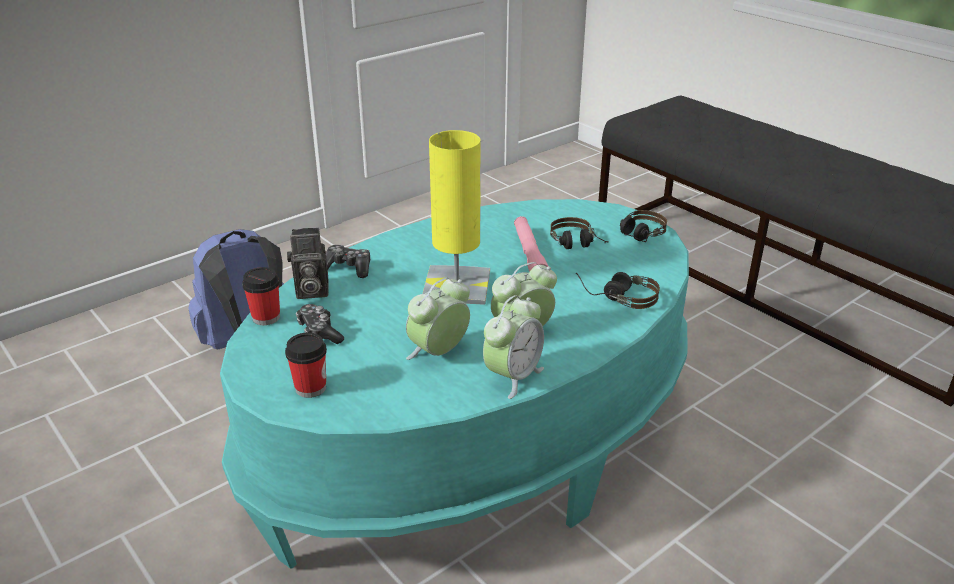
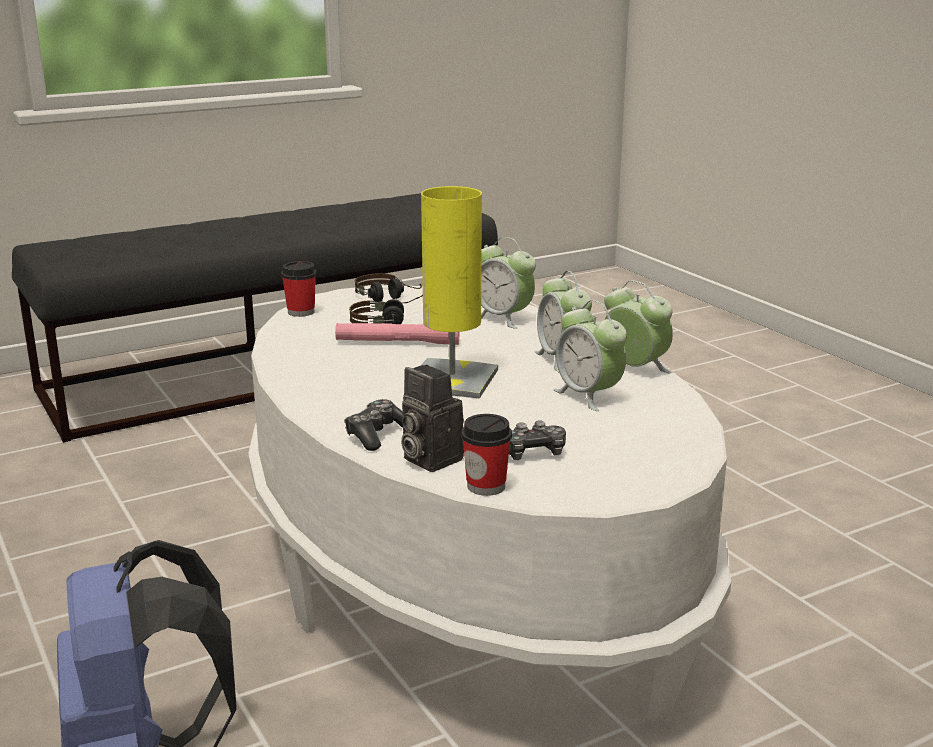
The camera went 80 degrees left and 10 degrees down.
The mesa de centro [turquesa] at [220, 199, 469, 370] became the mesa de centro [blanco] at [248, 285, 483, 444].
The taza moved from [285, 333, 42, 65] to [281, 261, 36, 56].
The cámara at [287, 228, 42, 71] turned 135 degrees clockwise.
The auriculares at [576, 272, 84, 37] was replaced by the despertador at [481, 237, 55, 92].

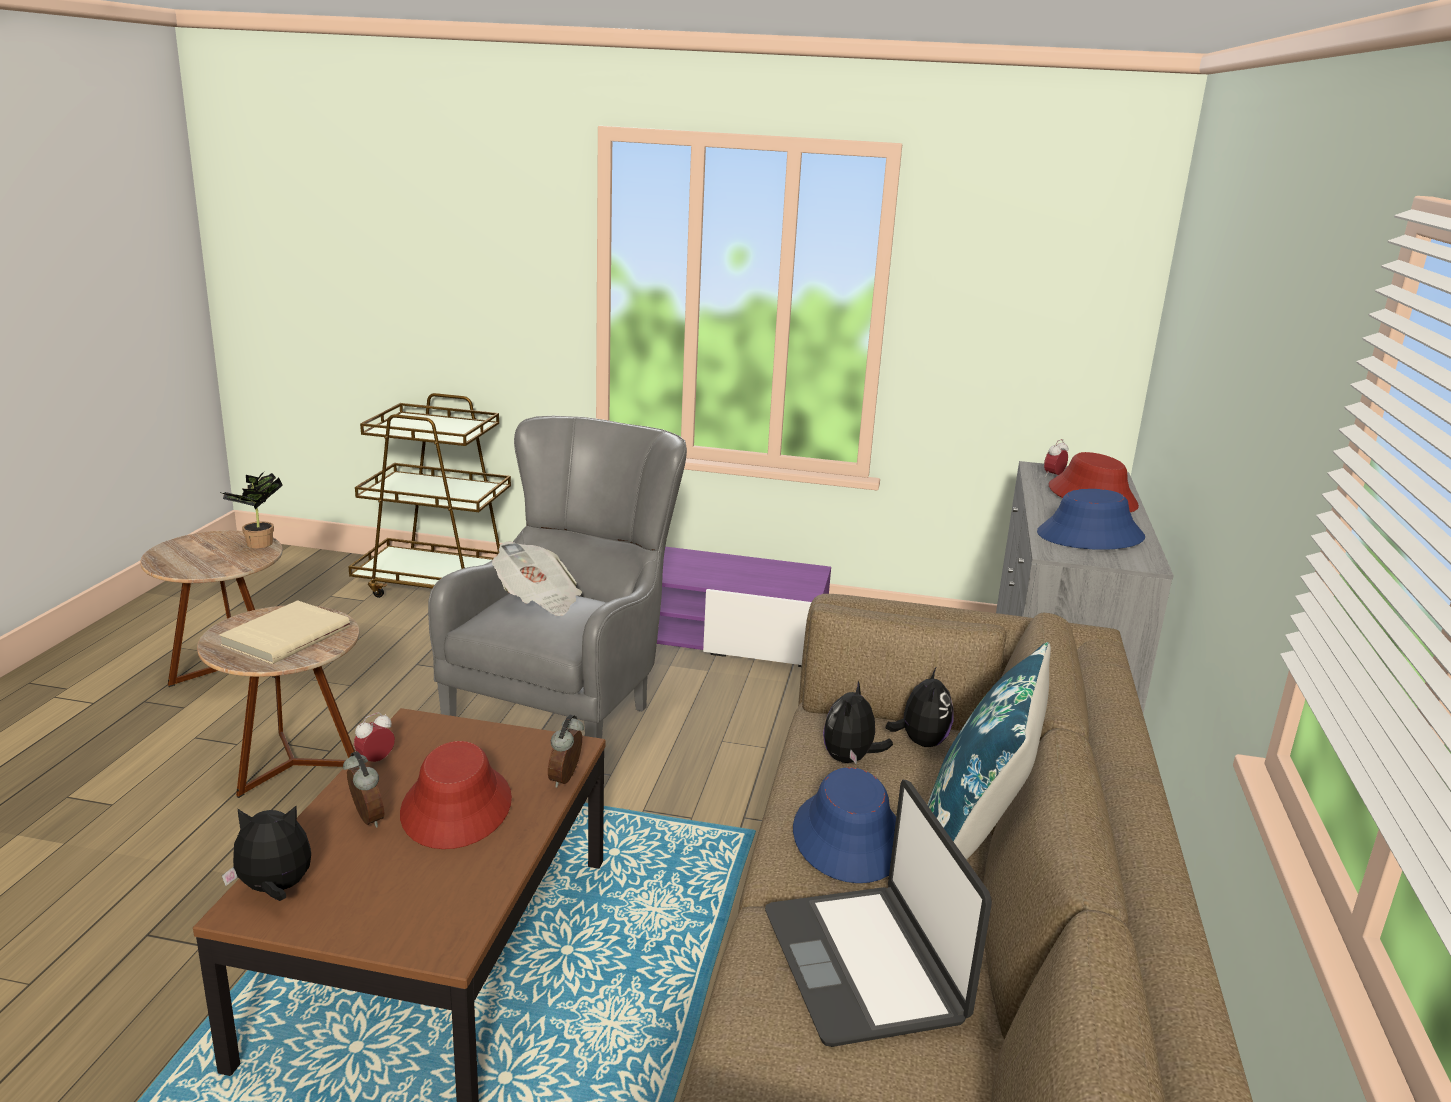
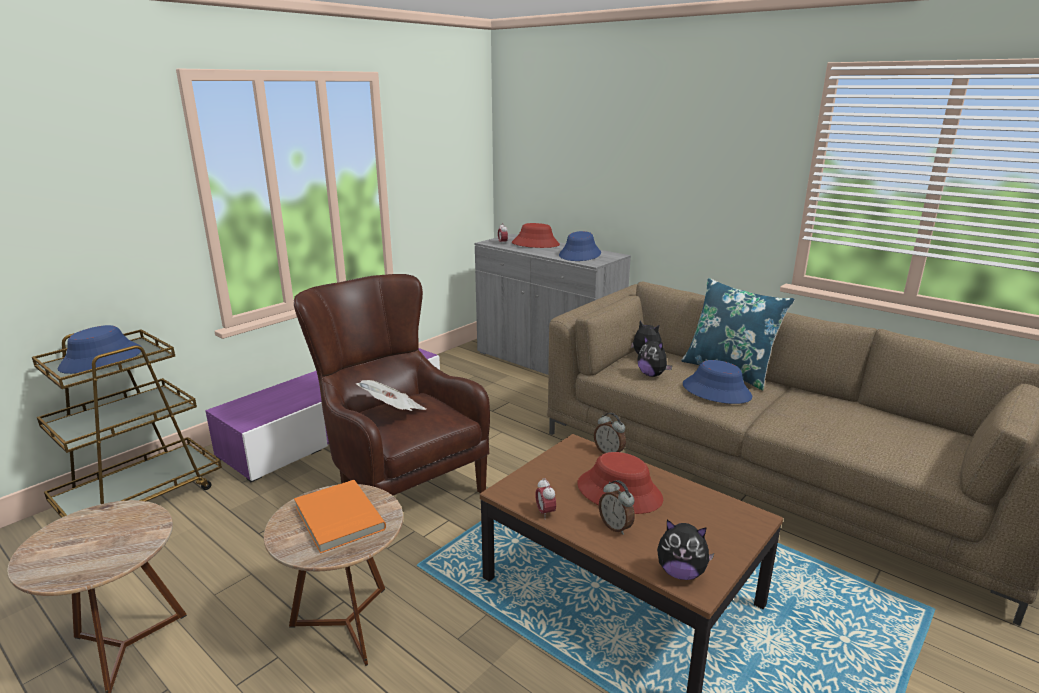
The camera went 60 degrees left and 0 degrees up.
The planta en maceta at [219, 472, 64, 76] disappeared.
The libro [beis] at [220, 600, 130, 64] became the libro [naranja] at [294, 480, 92, 74].
The peluche at [222, 806, 89, 95] turned 90 degrees counterclockwise.
The despertador at [343, 751, 41, 77] turned 120 degrees counterclockwise.
The sillón [gris] at [428, 416, 259, 323] became the sillón [marrón] at [294, 274, 196, 222].
The portátil at [765, 780, 227, 267] disappeared.
The sombrero [azul] at [57, 325, 85, 49] appeared.

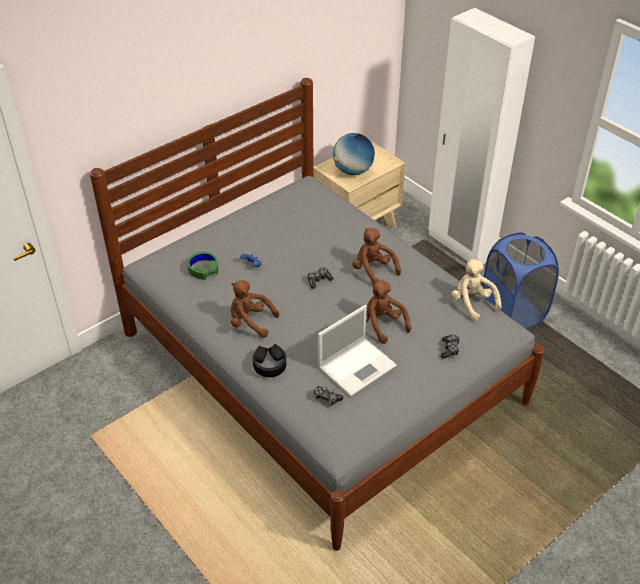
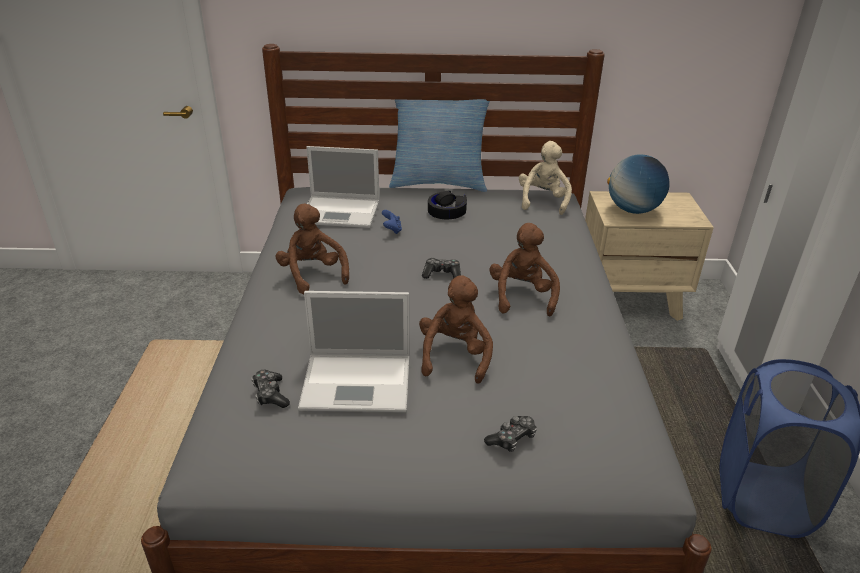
The camera went 40 degrees right and 10 degrees down.
The auriculares [verde] at [187, 252, 31, 28] was replaced by the portátil at [306, 146, 73, 82].
The auriculares [negro] moved from [253, 344, 33, 33] to [428, 191, 39, 28].
The peluche [beis] moved from [451, 259, 51, 62] to [519, 141, 53, 74].
The cojín at [389, 99, 101, 93] appeared.

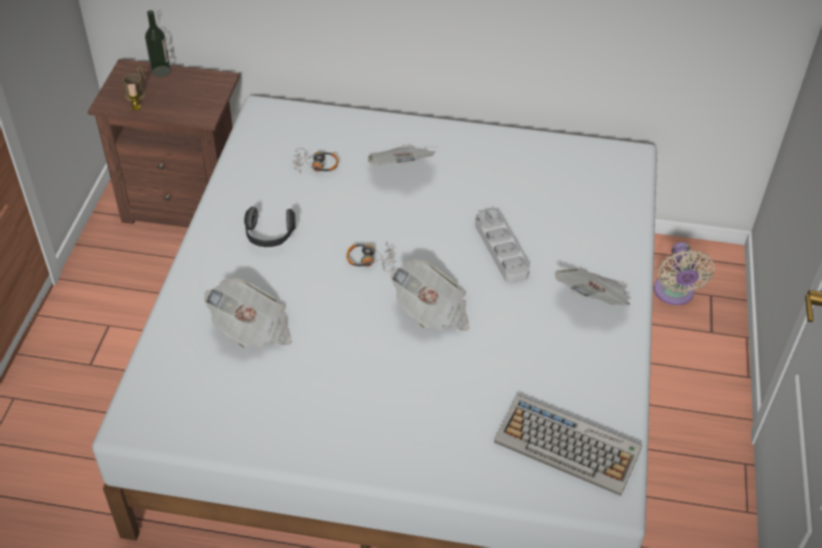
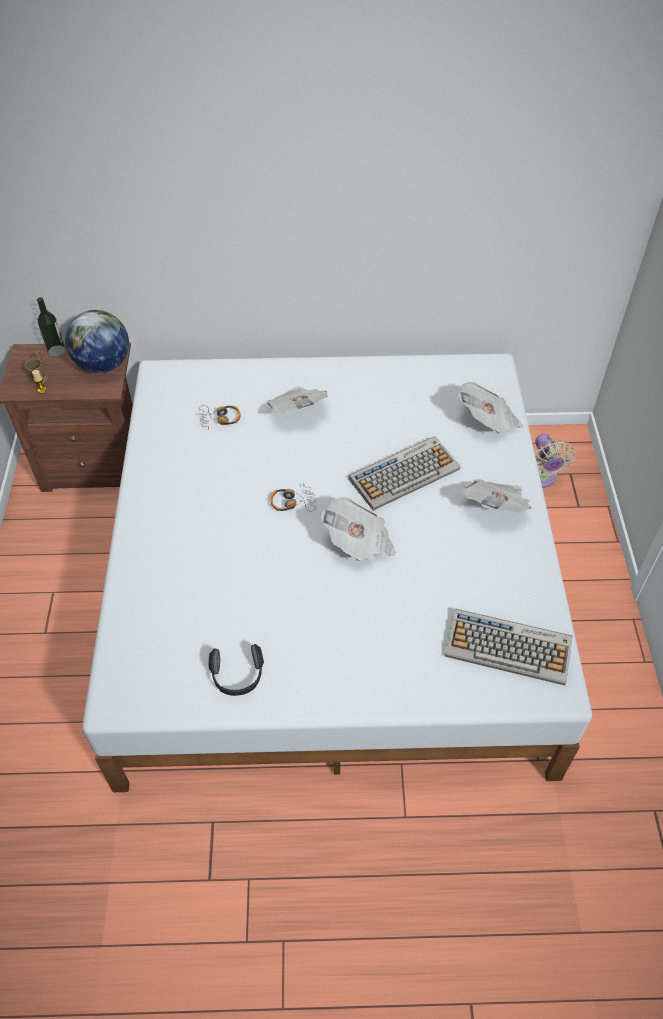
The camera went 10 degrees left and 5 degrees up.
The periódico moved from [204, 278, 88, 71] to [457, 382, 66, 50].
The auriculares moved from [244, 207, 52, 40] to [208, 644, 56, 52].
The bandeja [gris] at [475, 210, 55, 73] was replaced by the teclado at [349, 436, 111, 75].
The globo terráqueo at [65, 310, 64, 63] appeared.

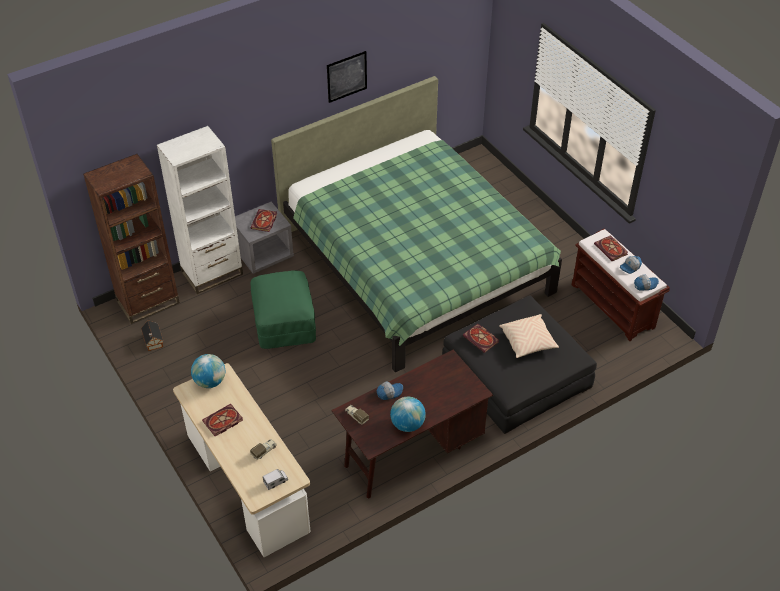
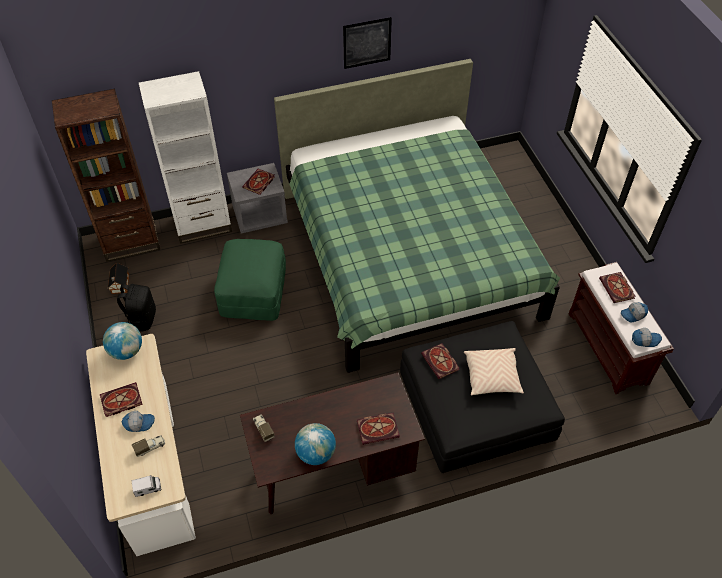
The camera went 15 degrees right and 5 degrees up.
The gorra moved from [377, 381, 26, 19] to [121, 411, 34, 21].
The mochila [negro] at [117, 284, 39, 48] appeared.
The libro at [357, 413, 43, 32] appeared.

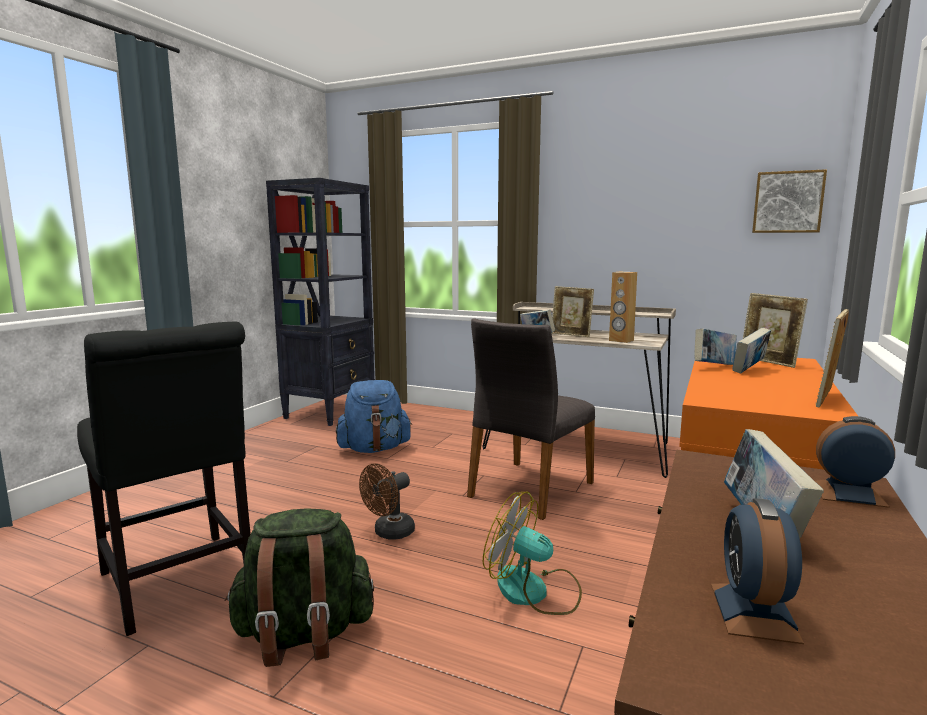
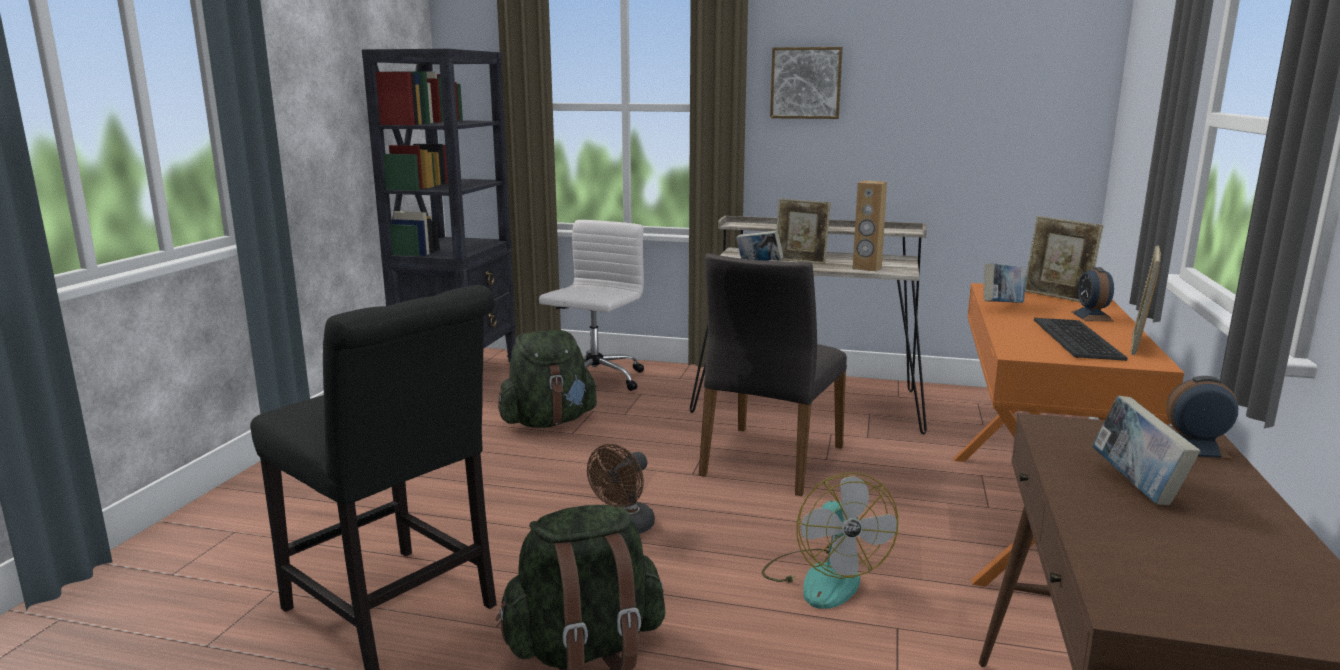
The camera went 10 degrees left and 5 degrees up.
The mochila [azul] at [336, 380, 76, 73] became the mochila [verde] at [498, 330, 100, 98].
The ventilador at [483, 491, 99, 124] turned 120 degrees counterclockwise.
The despertador moved from [711, 498, 93, 146] to [1071, 267, 43, 54].
The libro at [732, 328, 39, 45] disappeared.
The cuadro moved from [752, 169, 75, 64] to [770, 47, 73, 72].
The silla de oficina [blanco] at [539, 220, 105, 171] appeared.
The teclado at [1034, 318, 93, 43] appeared.

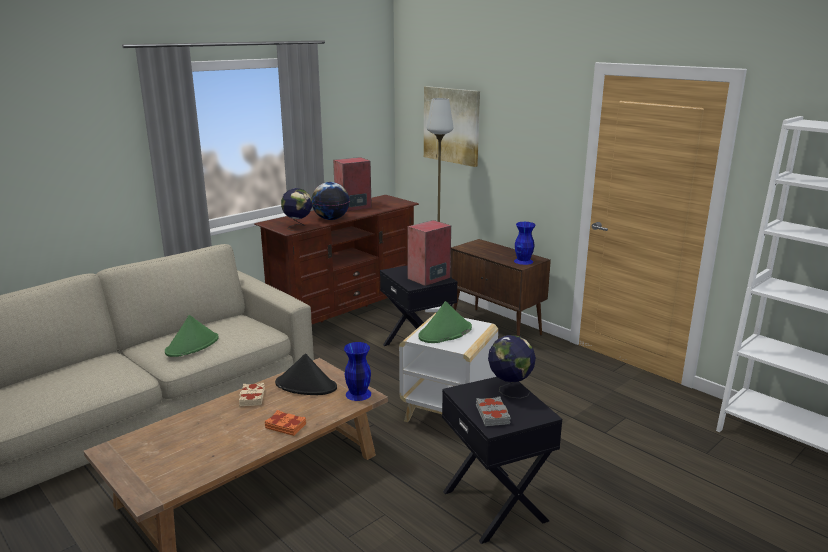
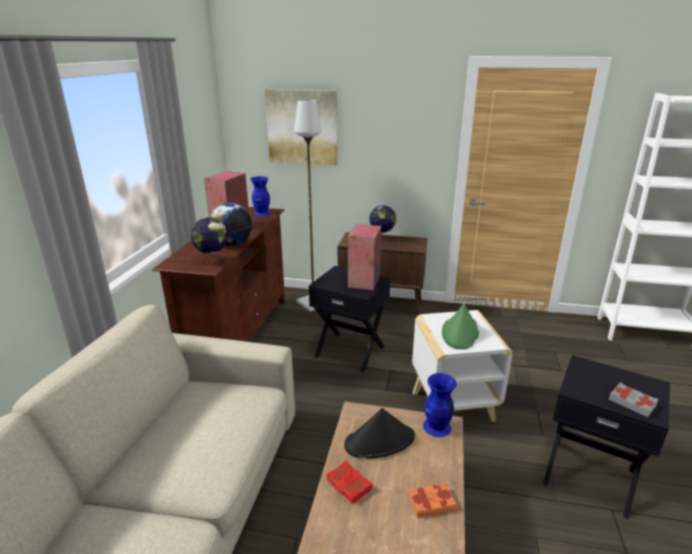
The camera went 35 degrees left and 5 degrees up.
The sombrero [verde] at [165, 315, 54, 42] disappeared.
The libro [beis] at [239, 383, 26, 23] became the libro [rojo] at [327, 461, 45, 43].
The globo terráqueo moved from [488, 335, 48, 64] to [369, 205, 27, 36].
The florero [azul] moved from [514, 222, 22, 43] to [250, 176, 21, 40].

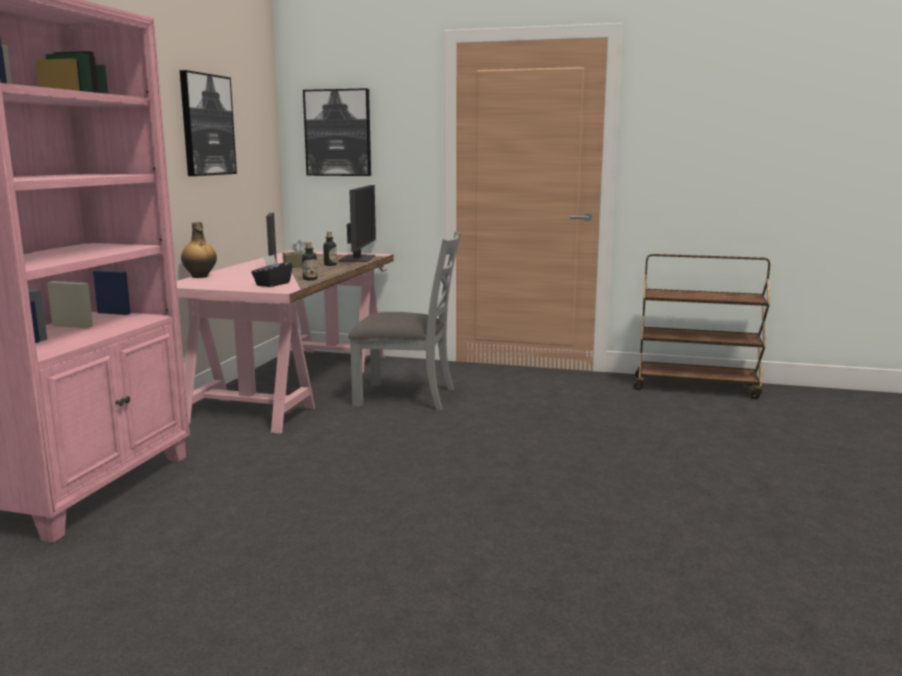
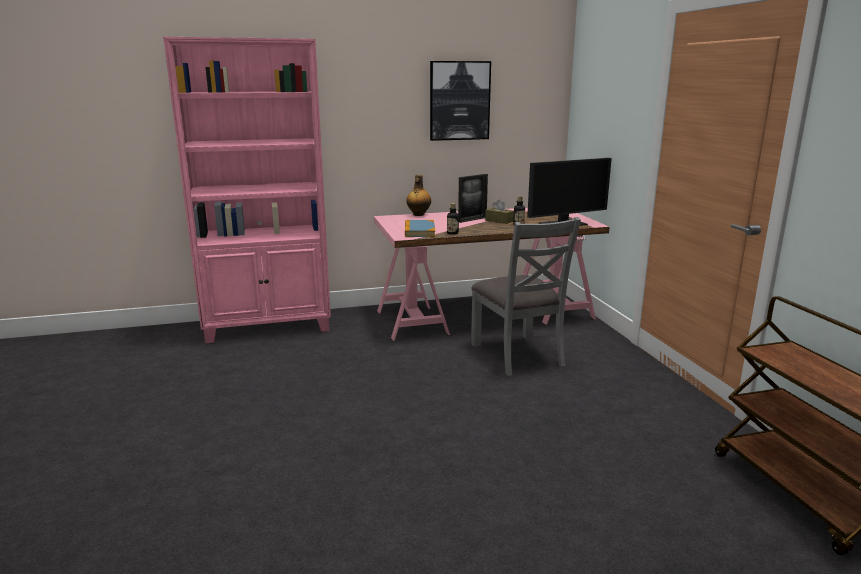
The camera went 60 degrees right and 5 degrees up.
The caja de pañuelos [negro] at [251, 255, 42, 32] was replaced by the libro at [405, 220, 30, 17].
The cuadro at [303, 88, 68, 88] disappeared.

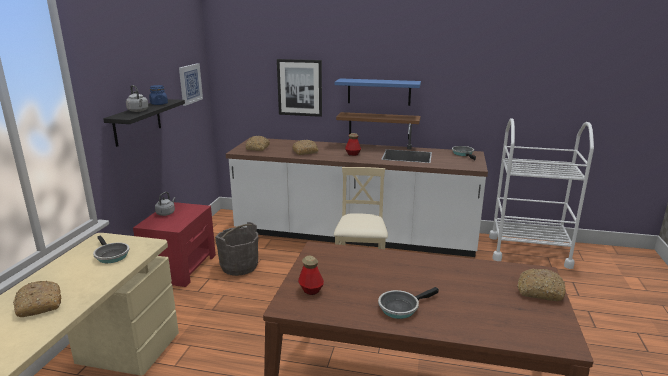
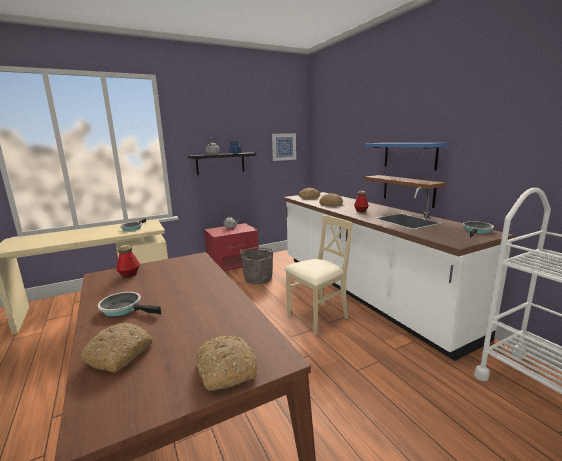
The camera went 50 degrees right and 5 degrees down.
The pan moved from [13, 281, 49, 36] to [80, 322, 73, 50].
The cuadro at [277, 59, 45, 58] disappeared.

